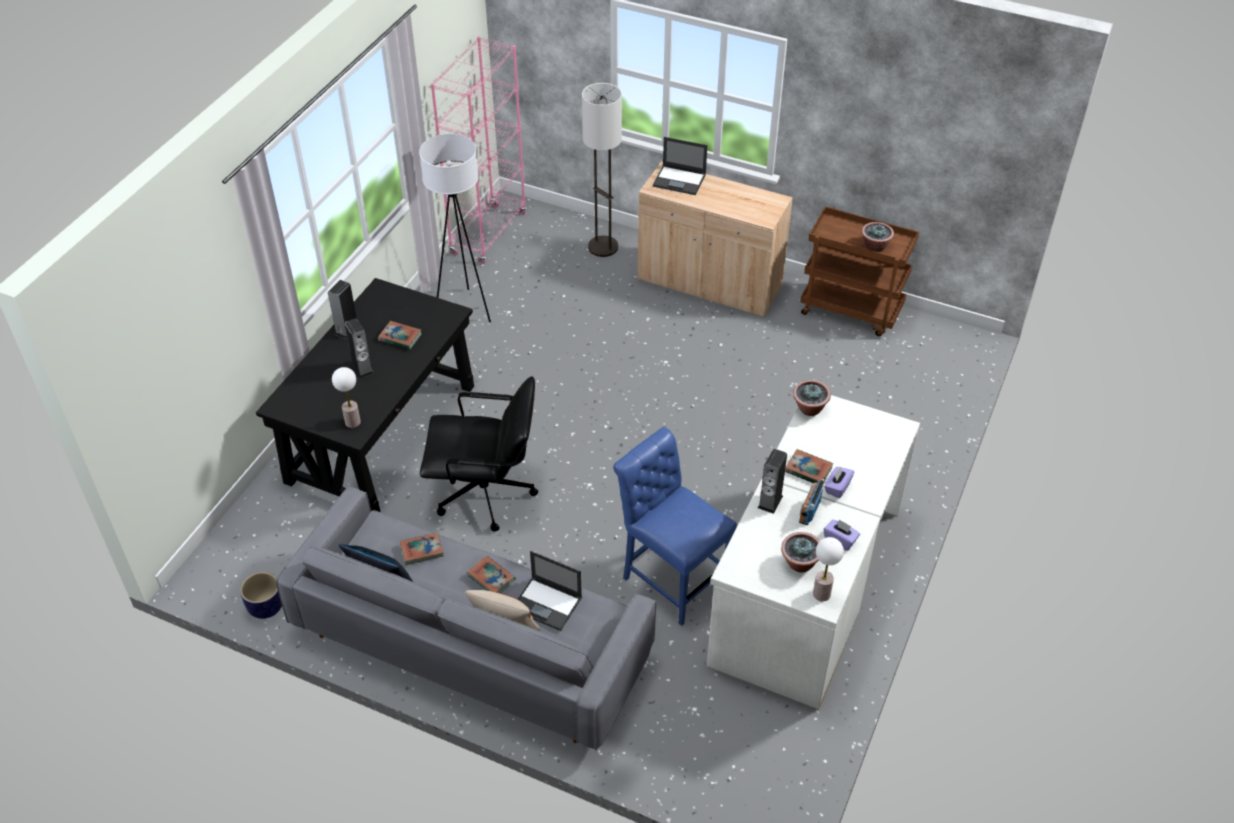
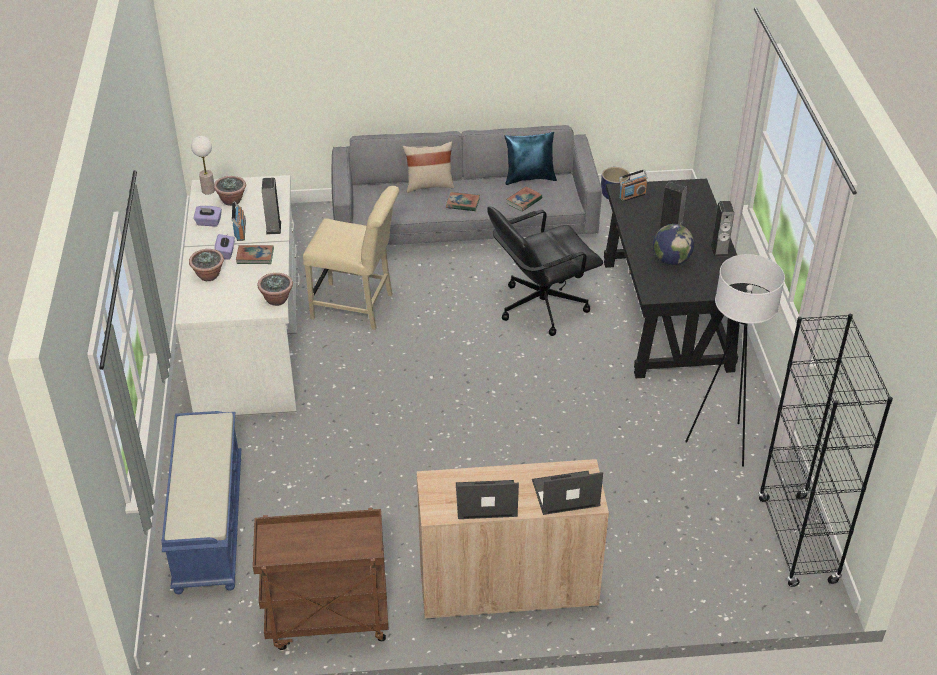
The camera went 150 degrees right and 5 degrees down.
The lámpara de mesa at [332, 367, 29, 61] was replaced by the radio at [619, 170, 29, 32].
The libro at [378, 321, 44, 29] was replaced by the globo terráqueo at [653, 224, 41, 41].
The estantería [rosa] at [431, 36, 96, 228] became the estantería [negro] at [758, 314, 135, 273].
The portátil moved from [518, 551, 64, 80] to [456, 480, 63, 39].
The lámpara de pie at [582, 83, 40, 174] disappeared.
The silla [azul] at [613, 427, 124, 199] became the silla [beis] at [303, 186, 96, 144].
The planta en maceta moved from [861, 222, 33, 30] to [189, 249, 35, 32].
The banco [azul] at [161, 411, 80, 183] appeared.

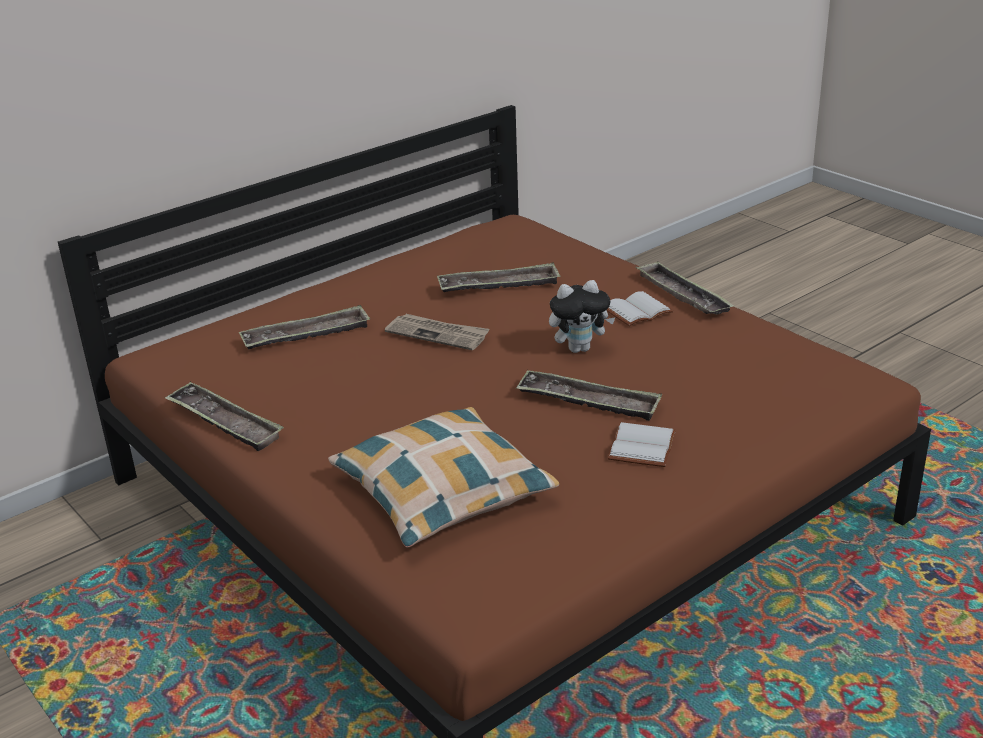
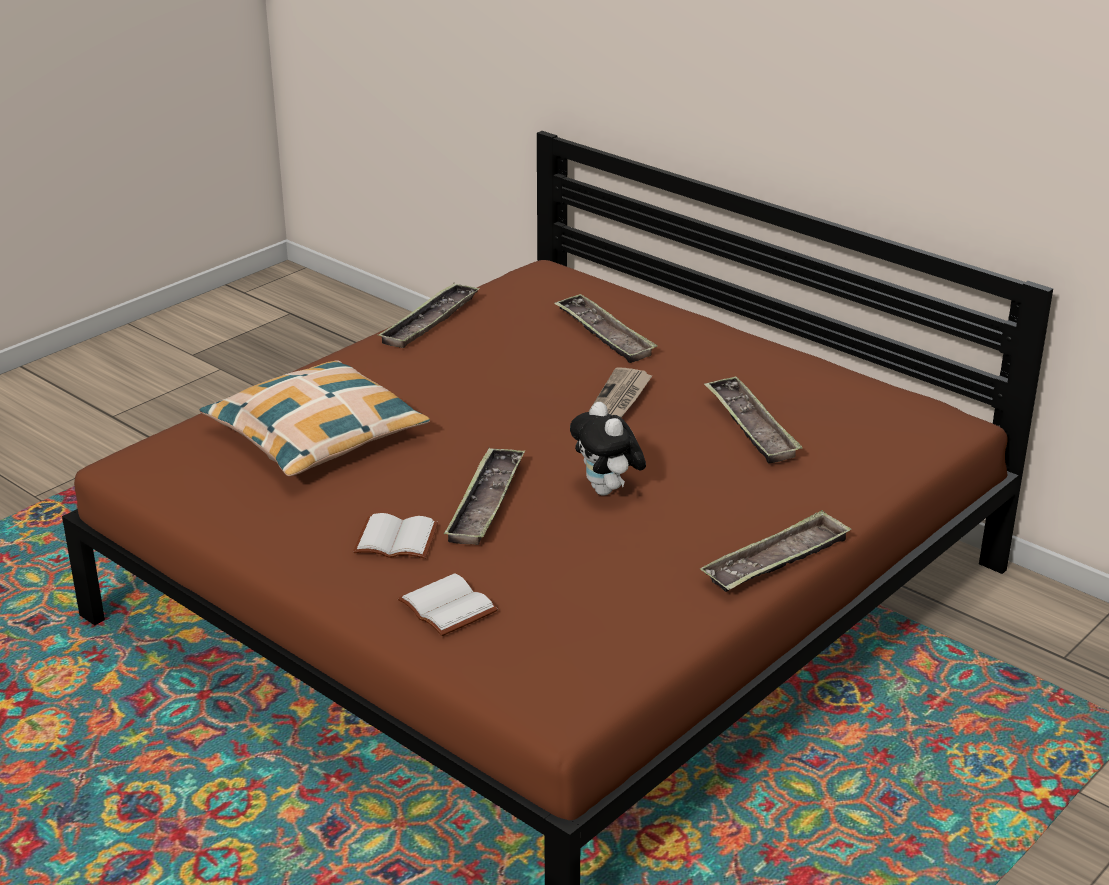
The camera went 80 degrees right and 0 degrees up.
The libro [blanco] moved from [606, 291, 68, 35] to [397, 573, 101, 63].

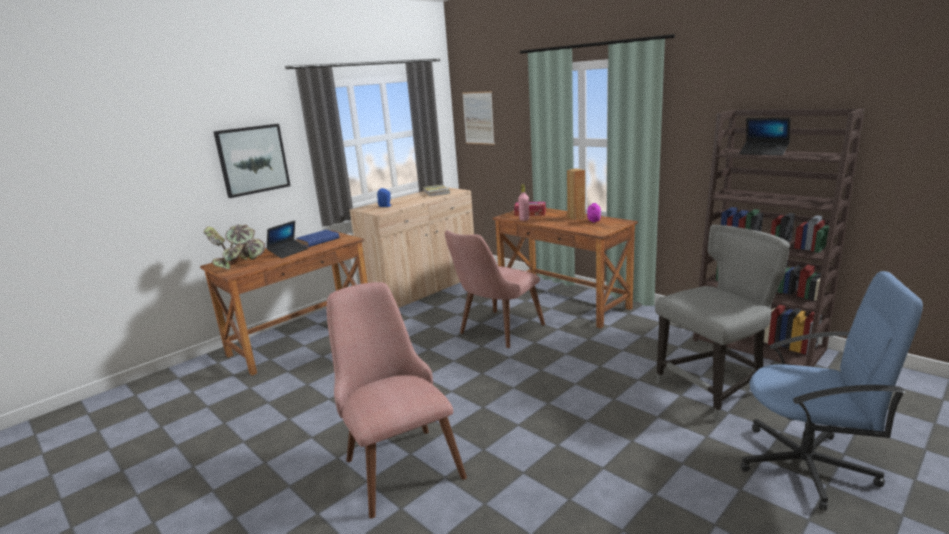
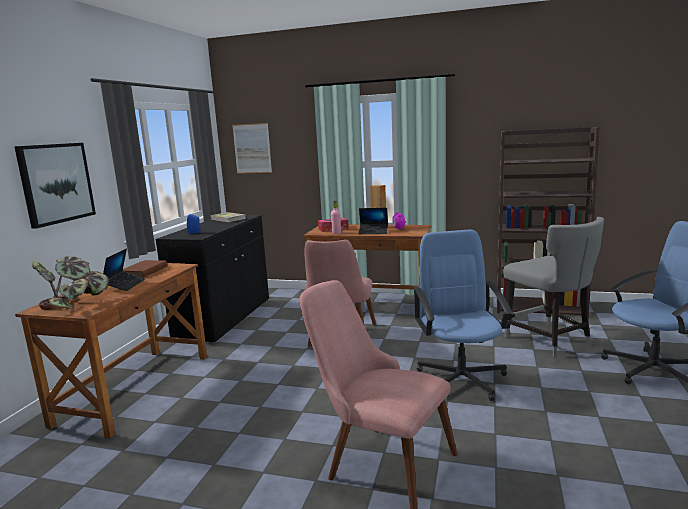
The camera went 30 degrees left and 5 degrees down.
The libro [azul] at [296, 230, 43, 17] became the libro [marrón] at [123, 260, 44, 18].
The armario [beis] at [349, 187, 125, 121] became the armario [negro] at [155, 215, 114, 129].
The silla [gris] at [655, 225, 135, 197] turned 120 degrees clockwise.
The portátil moved from [739, 117, 51, 38] to [359, 208, 29, 26].
The silla de oficina [azul] at [413, 229, 100, 172] appeared.

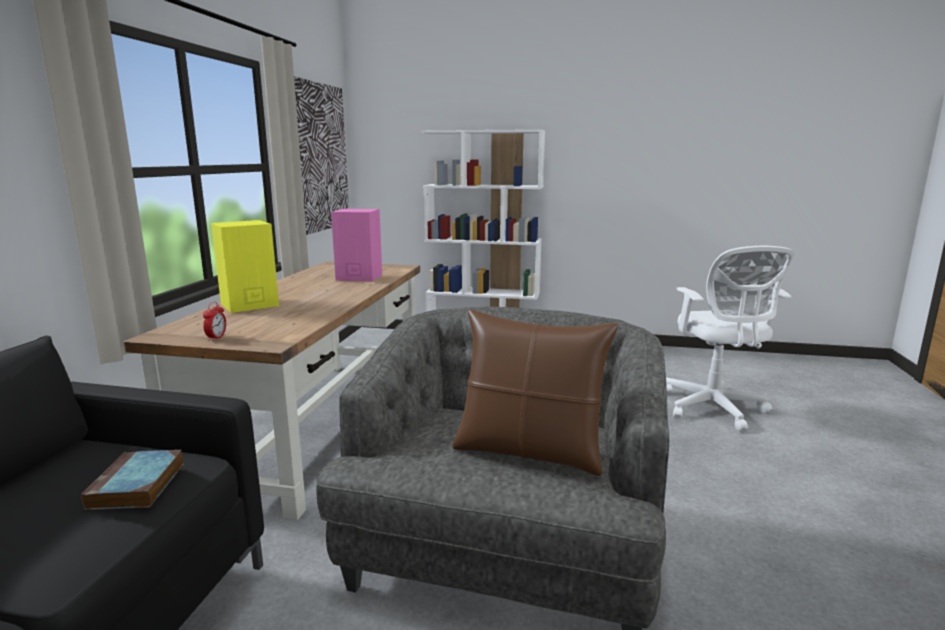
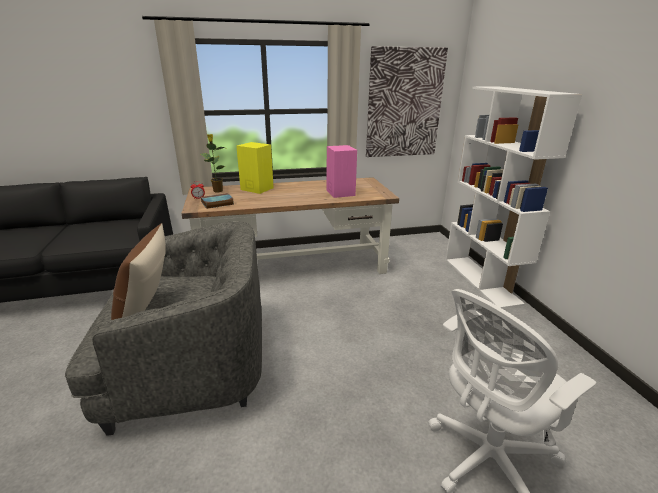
The camera went 65 degrees right and 10 degrees up.
The libro moved from [81, 450, 103, 60] to [201, 193, 33, 16].
The planta en maceta at [201, 134, 24, 58] appeared.

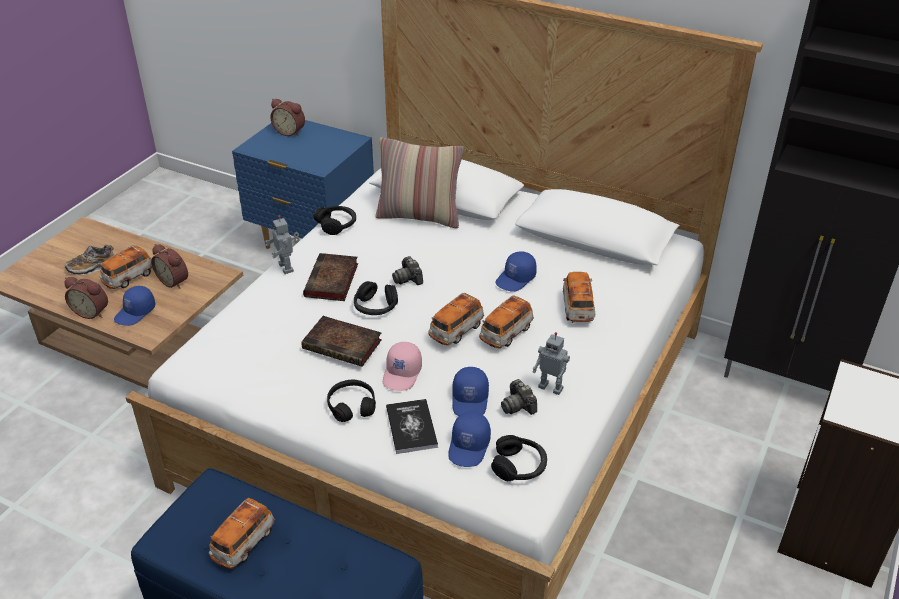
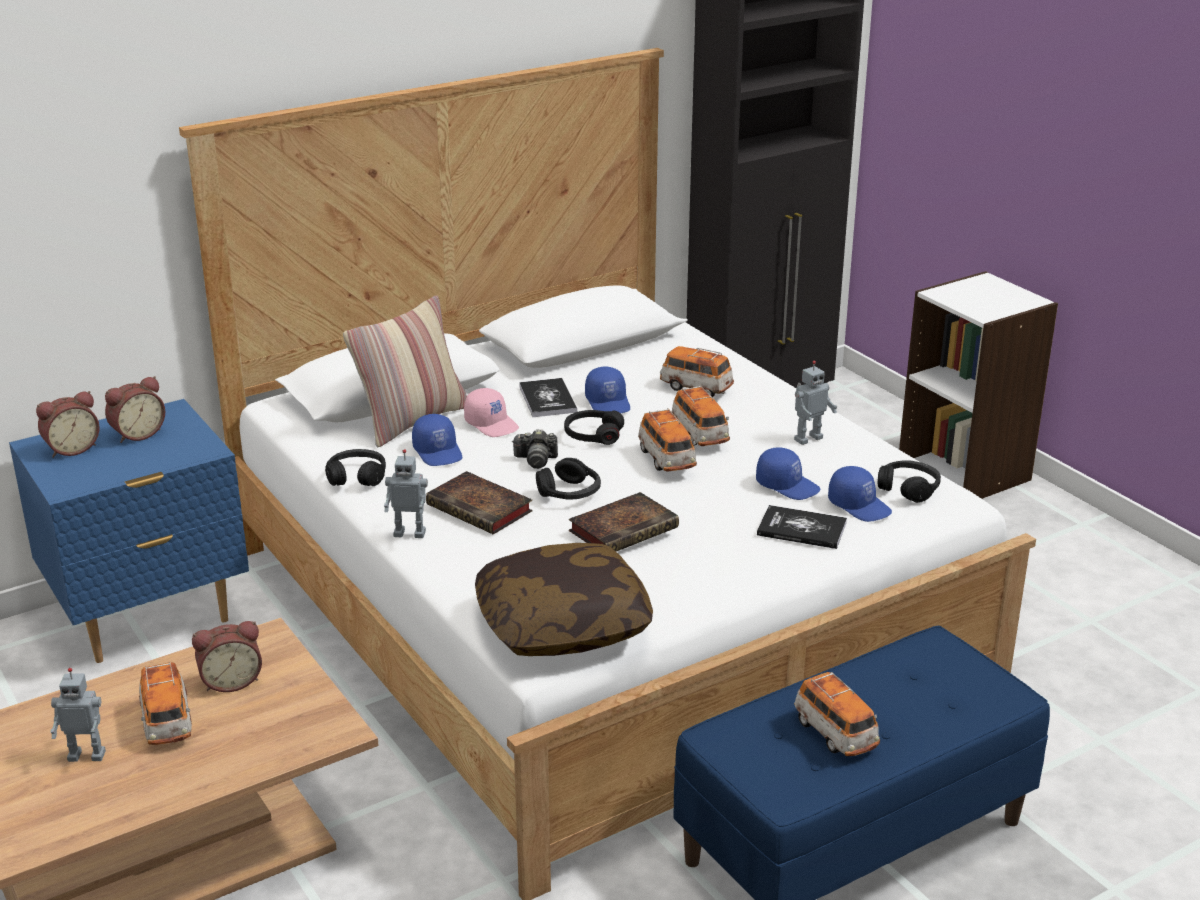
The camera went 60 degrees left and 10 degrees down.
The zapato at [65, 245, 50, 30] was replaced by the robot de juguete at [50, 668, 56, 94].
The despertador moved from [65, 277, 43, 42] to [105, 376, 60, 67].
The gorra [azul] moved from [114, 286, 41, 40] to [412, 414, 50, 52].
The auriculares [negro] moved from [327, 380, 49, 42] to [564, 410, 60, 35].
The gorra [rosa] moved from [383, 342, 39, 49] to [464, 388, 55, 49].
The cámara at [501, 379, 36, 36] disappeared.
The cojín at [475, 543, 178, 113] appeared.
The libro at [519, 378, 58, 39] appeared.

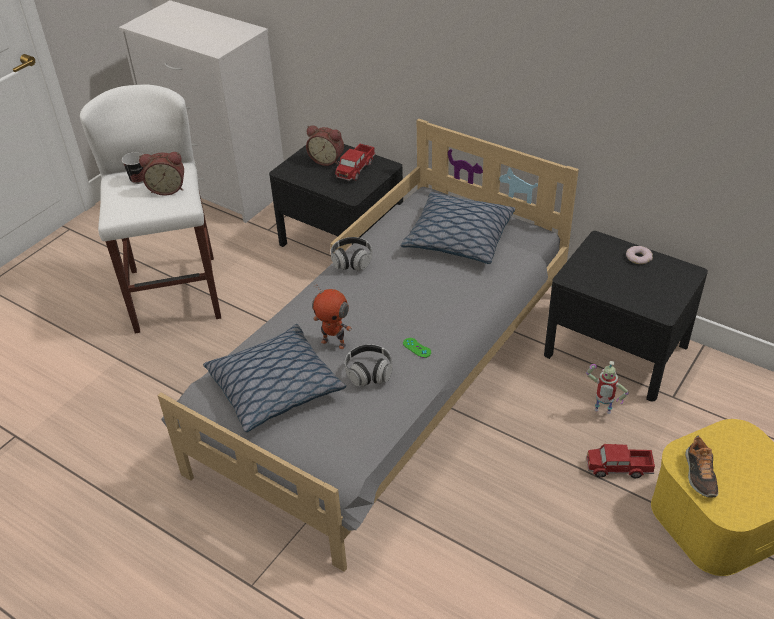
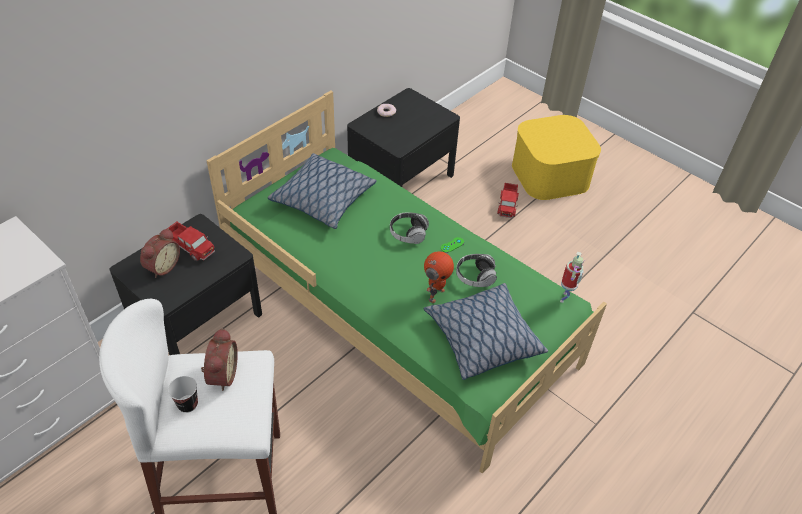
The camera went 85 degrees left and 5 degrees up.
The cama [gris] at [157, 119, 422, 453] became the cama [verde] at [206, 91, 401, 383].
The auriculares moved from [331, 237, 41, 34] to [390, 212, 39, 32].
The robot de juguete moved from [586, 361, 43, 53] to [560, 252, 24, 51].
The zapato at [685, 436, 33, 62] disappeared.

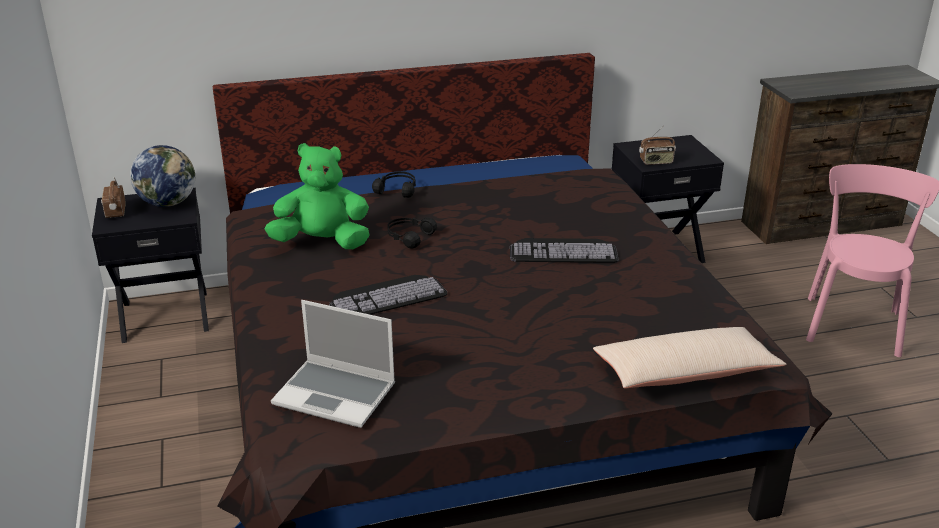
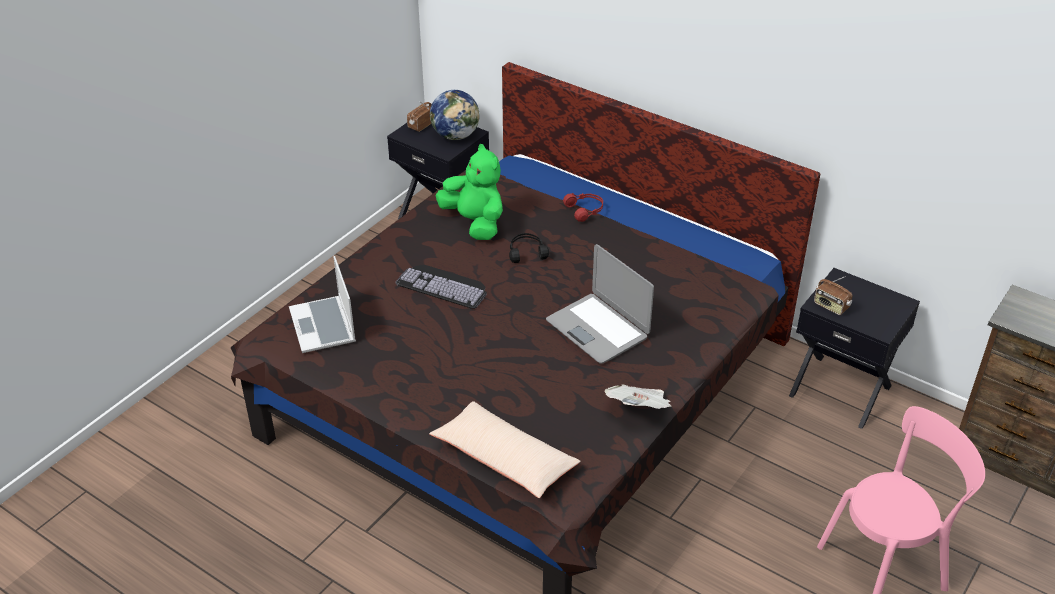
The camera went 50 degrees right and 10 degrees up.
The auriculares [negro] at [372, 171, 44, 27] became the auriculares [rojo] at [563, 193, 40, 29].
The teclado at [510, 238, 109, 25] was replaced by the portátil at [546, 244, 108, 120].
The periódico at [604, 384, 68, 25] appeared.

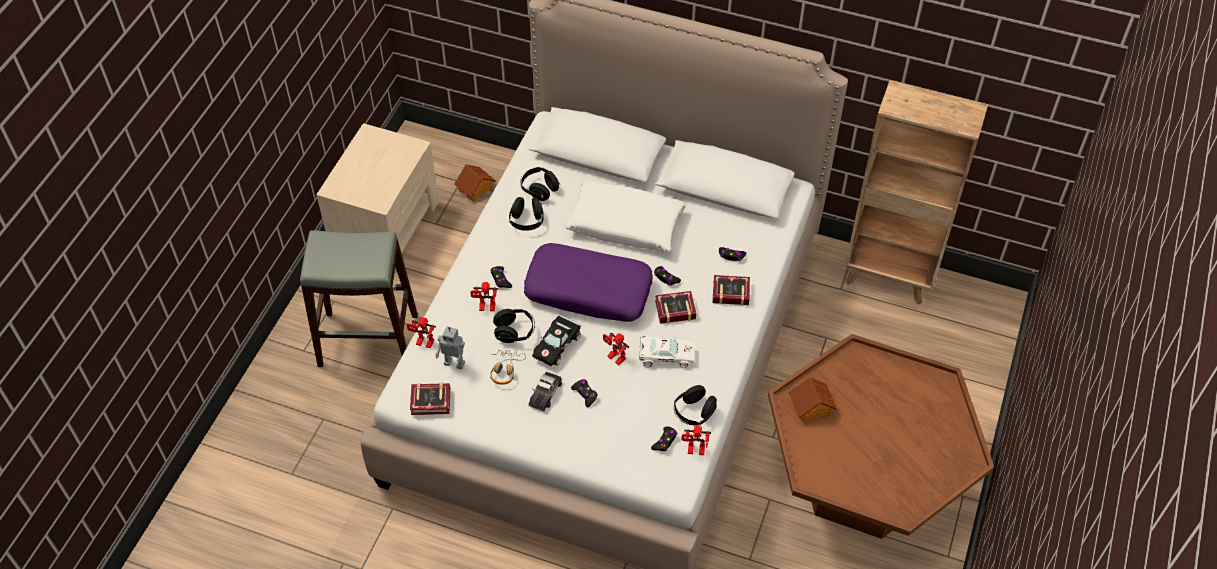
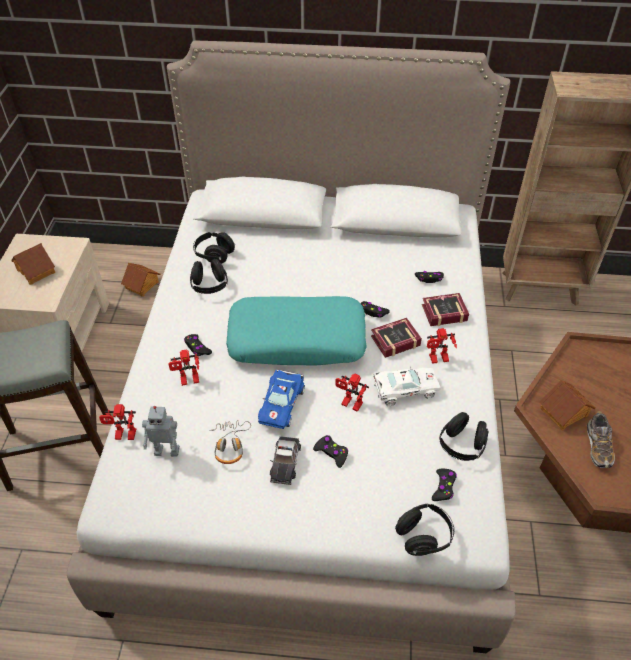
The camera went 15 degrees left and 5 degrees down.
The libro at [410, 382, 41, 33] disappeared.
The auriculares [negro] moved from [493, 309, 42, 34] to [395, 503, 59, 53].
The cojín [morado] at [524, 243, 129, 79] became the cojín [turquesa] at [226, 296, 141, 70].
The coche de juguete [negro] at [532, 315, 49, 51] became the coche de juguete [azul] at [258, 369, 47, 60].
The cojín [blanco] at [564, 181, 122, 71] disappeared.
The robot de juguete moved from [681, 425, 30, 30] to [427, 328, 30, 36].
The casita at [11, 243, 44, 42] appeared.
The zapato at [587, 411, 28, 57] appeared.

